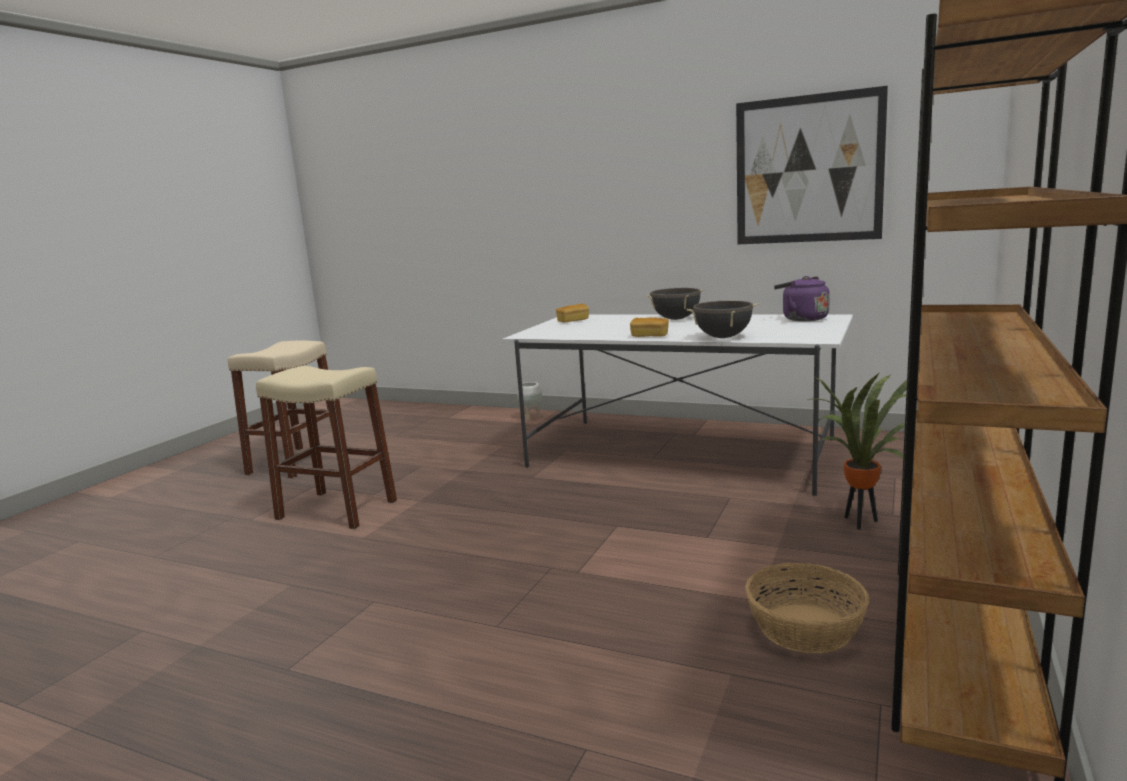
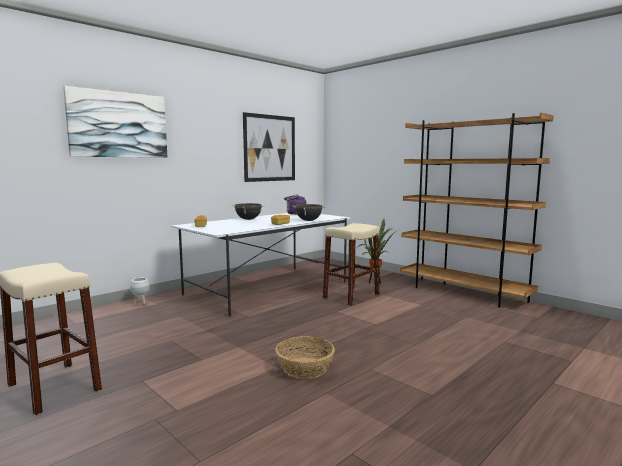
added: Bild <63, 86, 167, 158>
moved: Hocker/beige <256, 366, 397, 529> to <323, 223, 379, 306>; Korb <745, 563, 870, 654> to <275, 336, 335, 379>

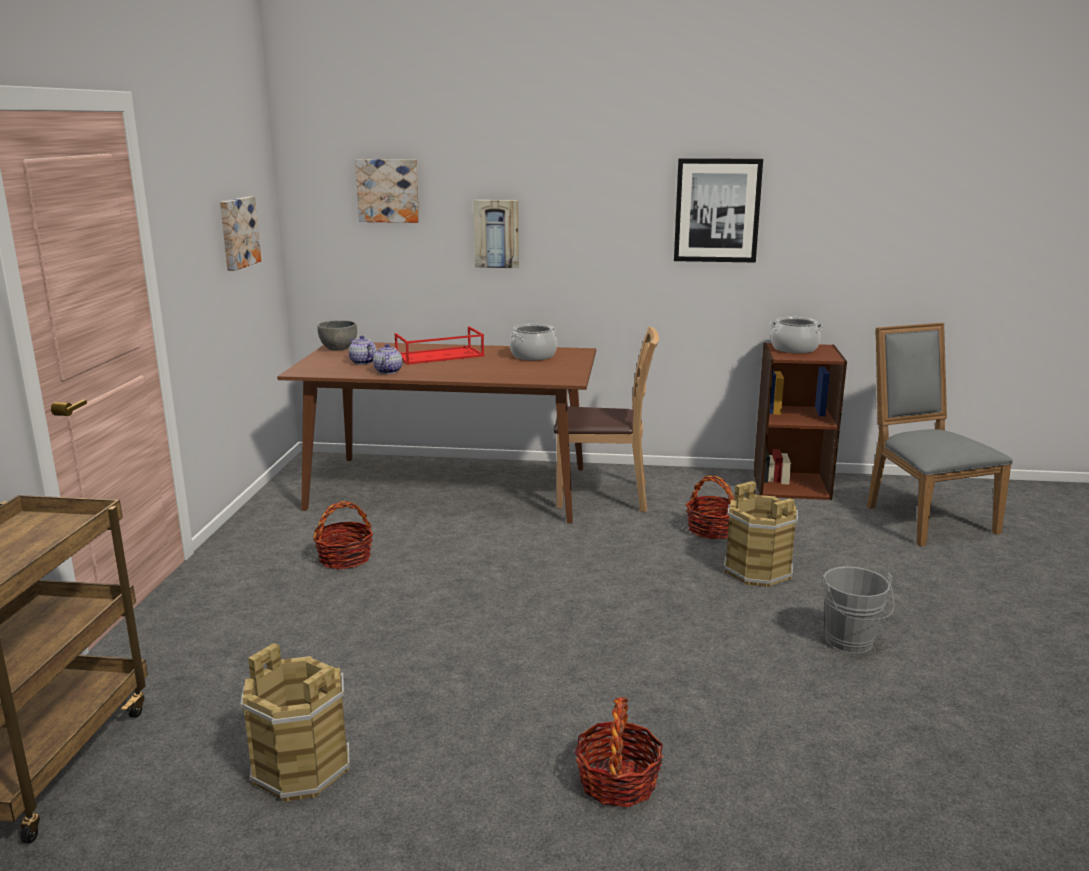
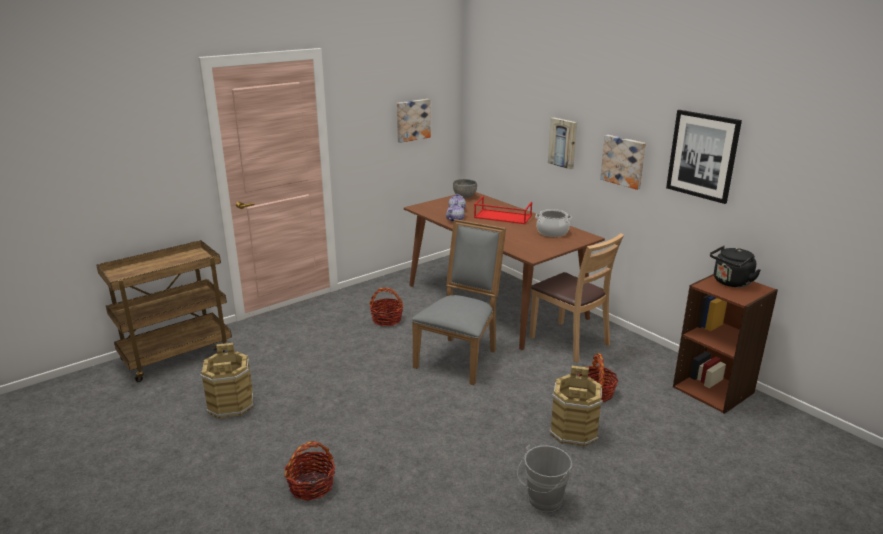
moved: Bild <355, 159, 420, 223> to <600, 135, 646, 190>; Stuhl/grau <867, 323, 1013, 547> to <412, 219, 506, 385>
replaced: Kochtopf <769, 317, 824, 354> to Wasserkessel/schwarz <710, 245, 761, 287>

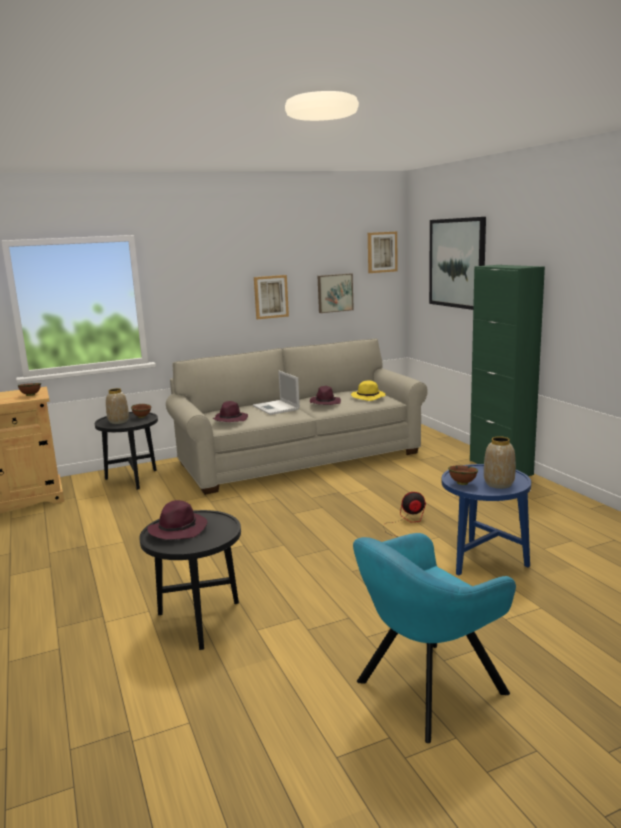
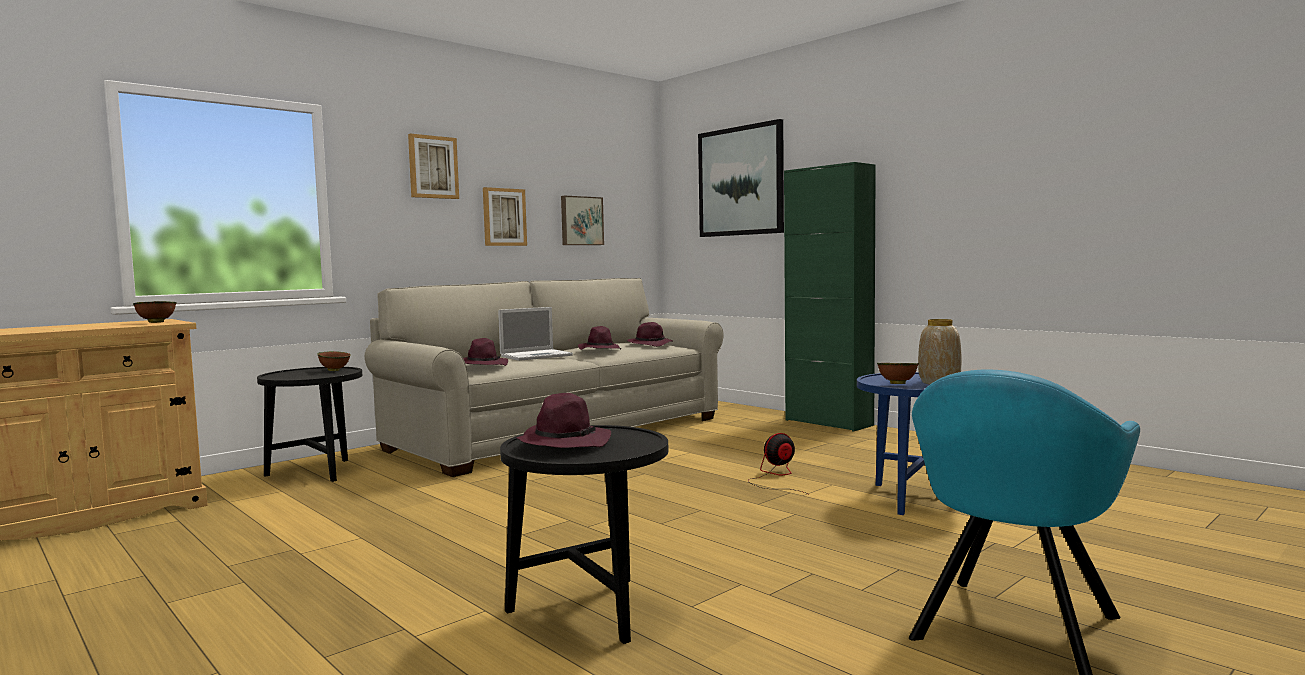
removed: Vase <106, 388, 129, 424>
moved: Bild <368, 232, 398, 273> to <408, 134, 459, 199>
recoloured: Hut/gelb <351, 380, 386, 401> to Hut/lila <627, 322, 673, 347>
turned: Laptop <253, 371, 300, 415> = <498, 307, 573, 361> 75 degrees counterclockwise

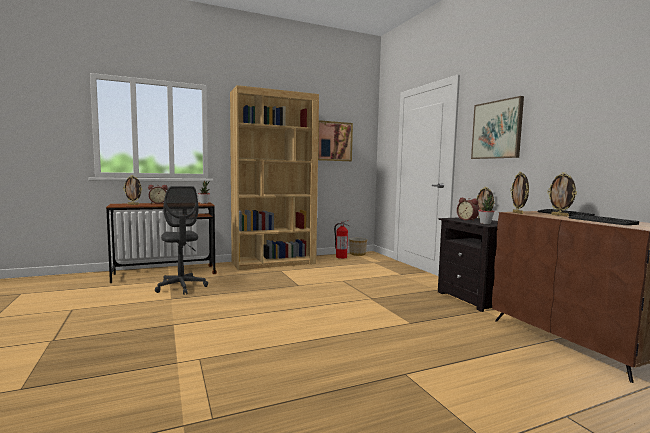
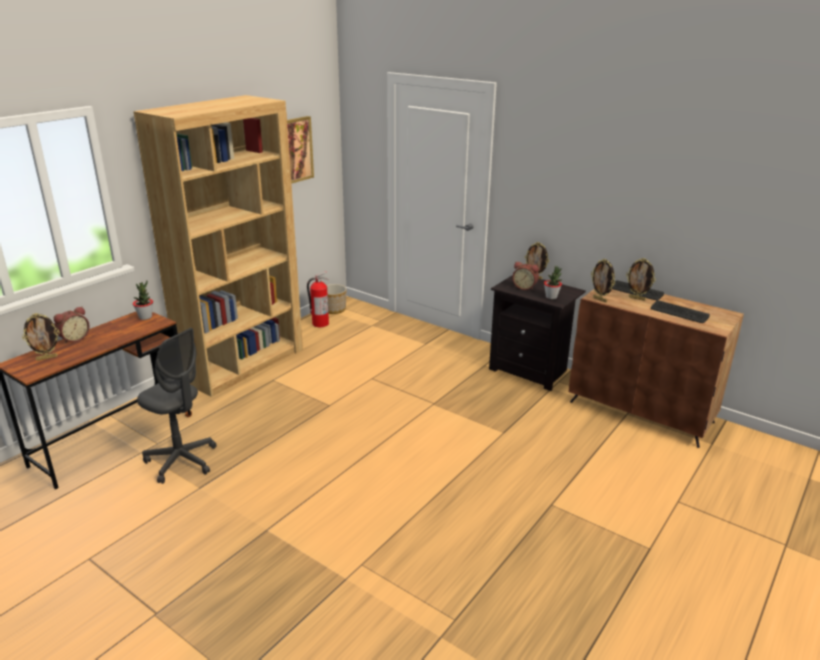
removed: Bild <471, 96, 524, 159>

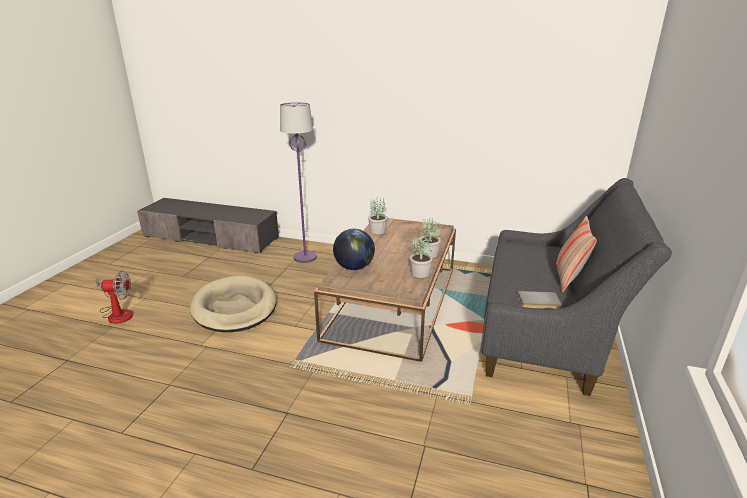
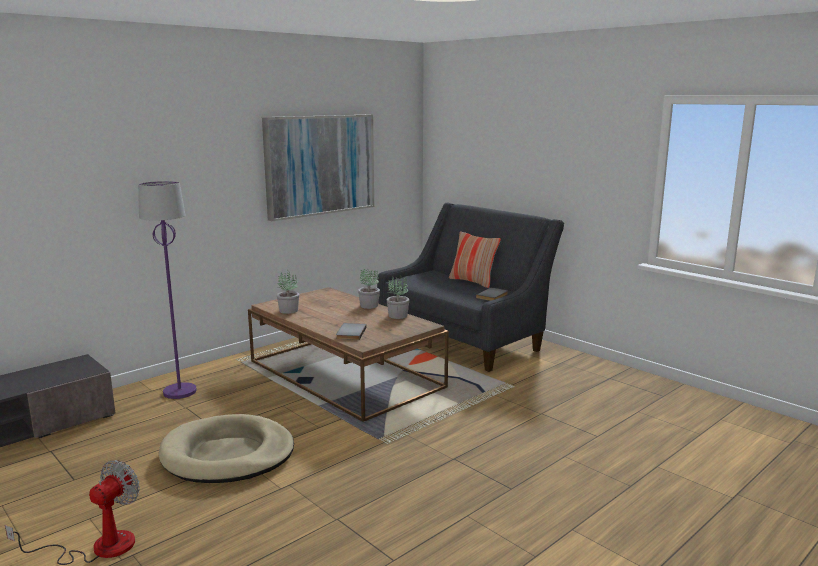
added: Bild <262, 115, 374, 221>
replaced: Globus <333, 229, 375, 270> to Buch/grau <336, 323, 366, 340>

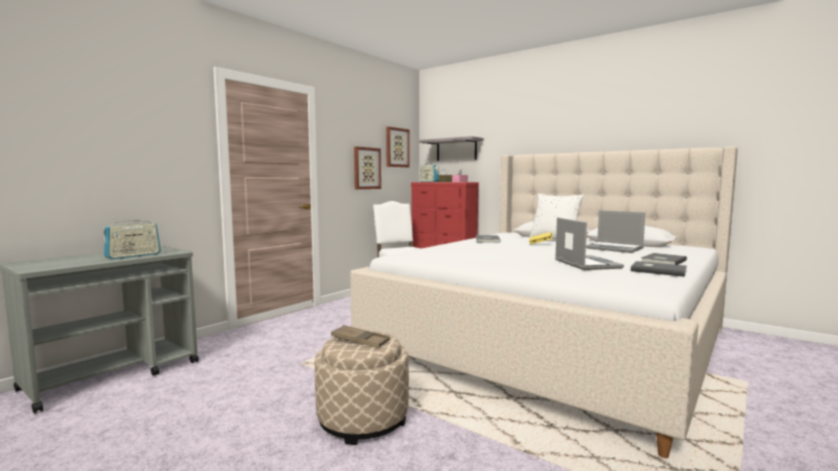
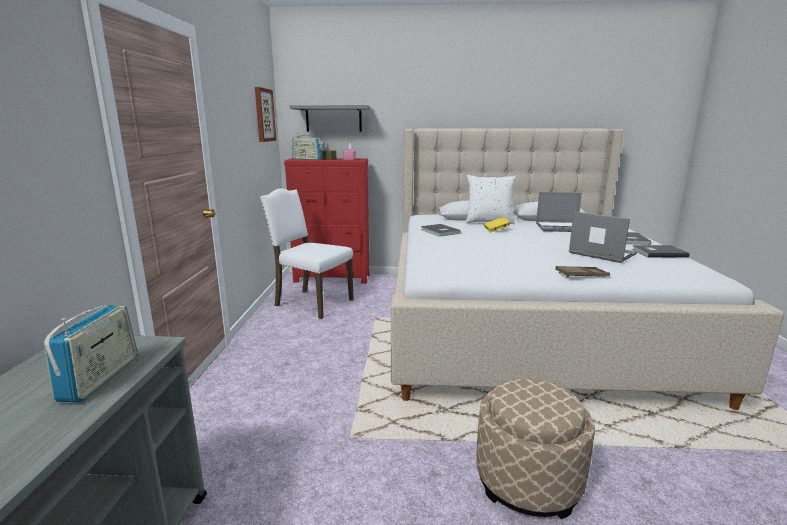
removed: Bild <354, 147, 381, 189>
moved: Tablett/braun <331, 325, 390, 348> to <555, 266, 610, 277>

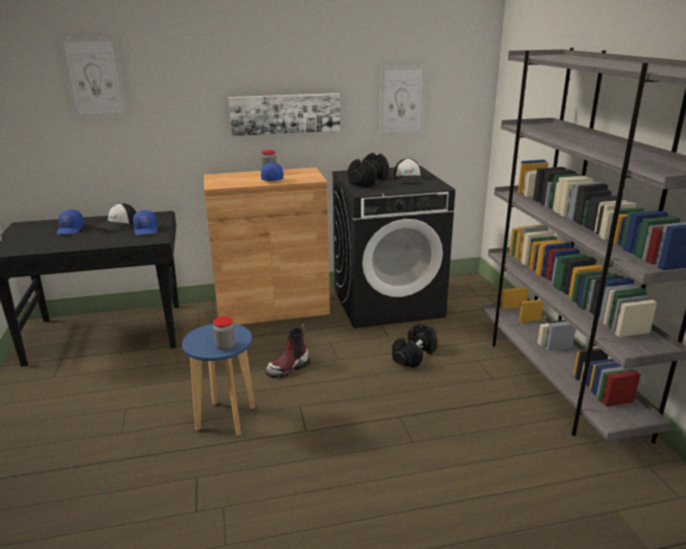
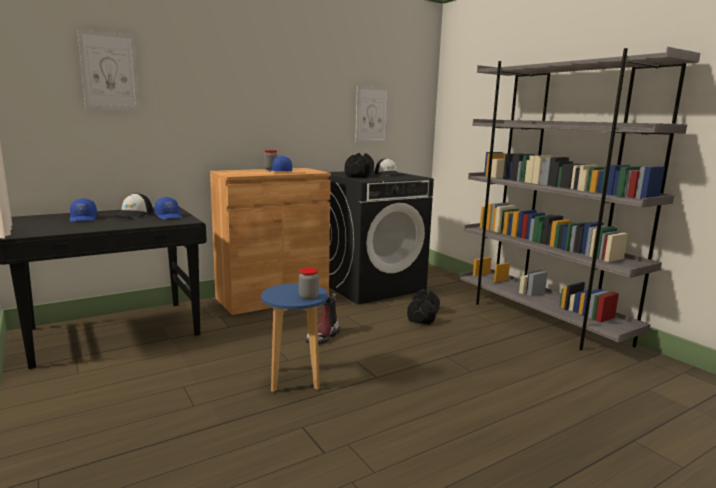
removed: Bild <228, 93, 340, 136>

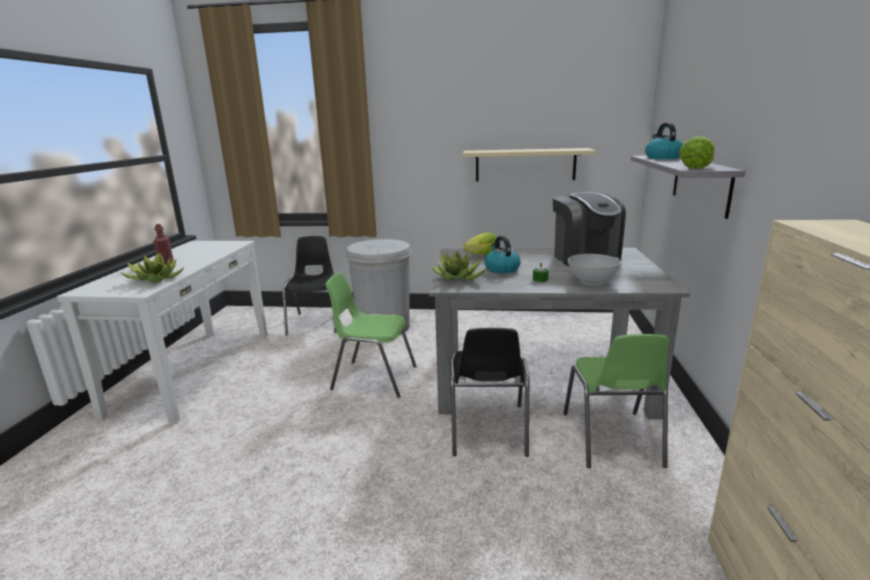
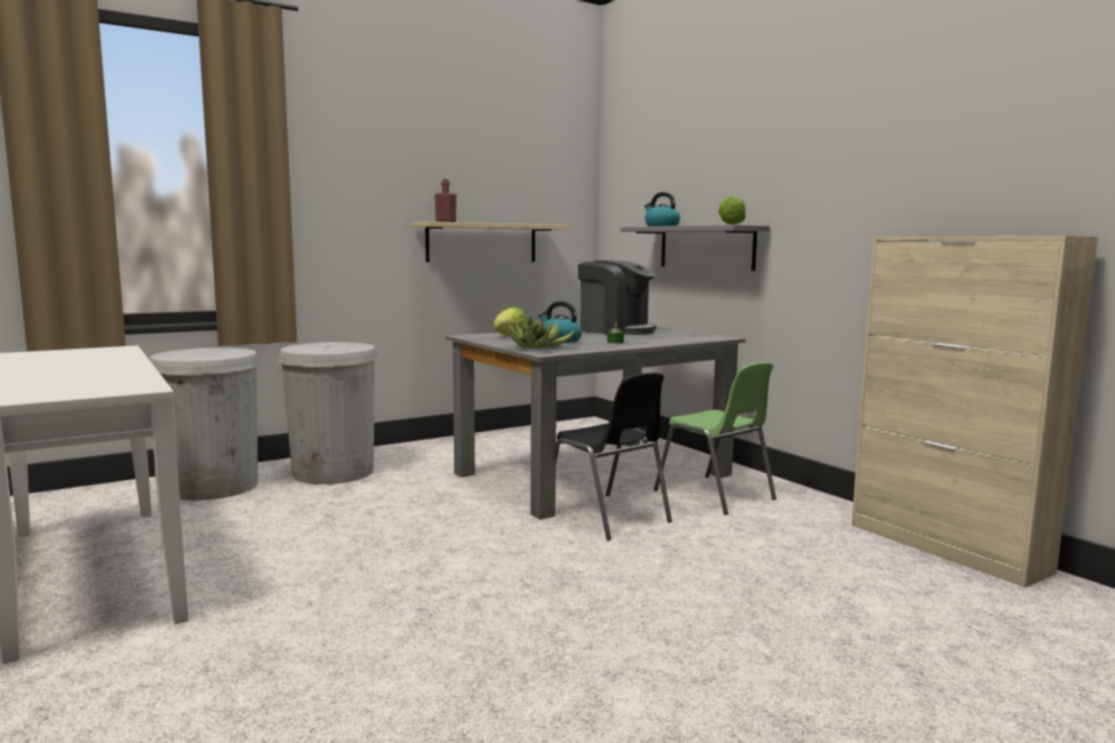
removed: Topfpflanze <120, 253, 184, 283>; Stuhl/grün <325, 273, 417, 398>; Schüssel/weiß <568, 254, 621, 286>
moved: Flasche/rot <153, 224, 173, 265> to <435, 179, 456, 222>
replaced: Stuhl/schwarz <283, 236, 337, 335> to Mülleimer/weiß <149, 348, 261, 501>

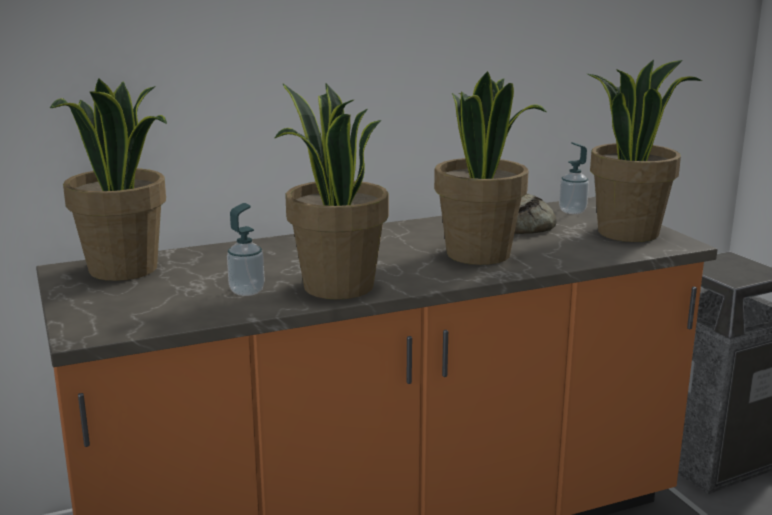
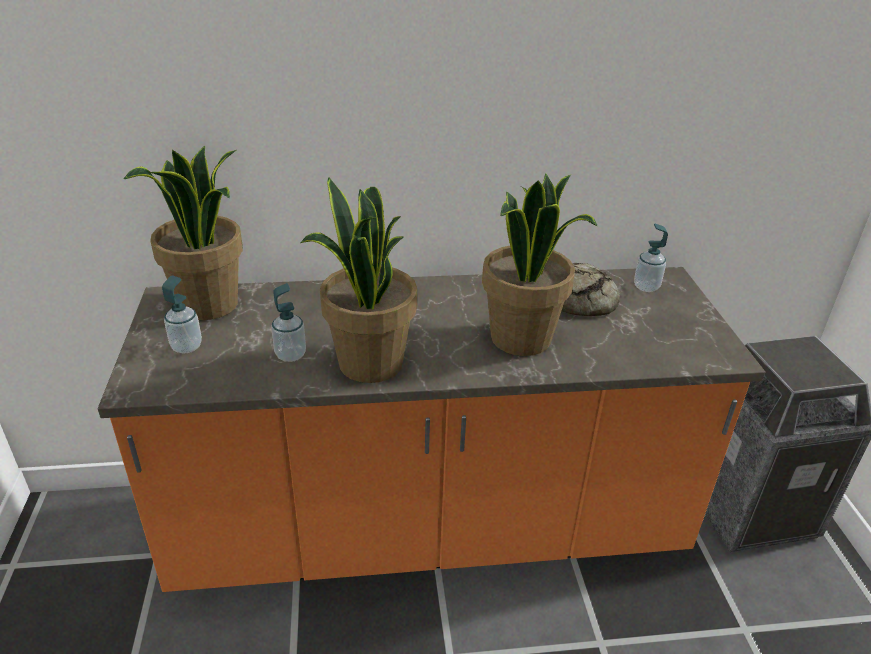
removed: Topfpflanze <587, 59, 703, 242>
added: Seifenspender <162, 275, 202, 353>

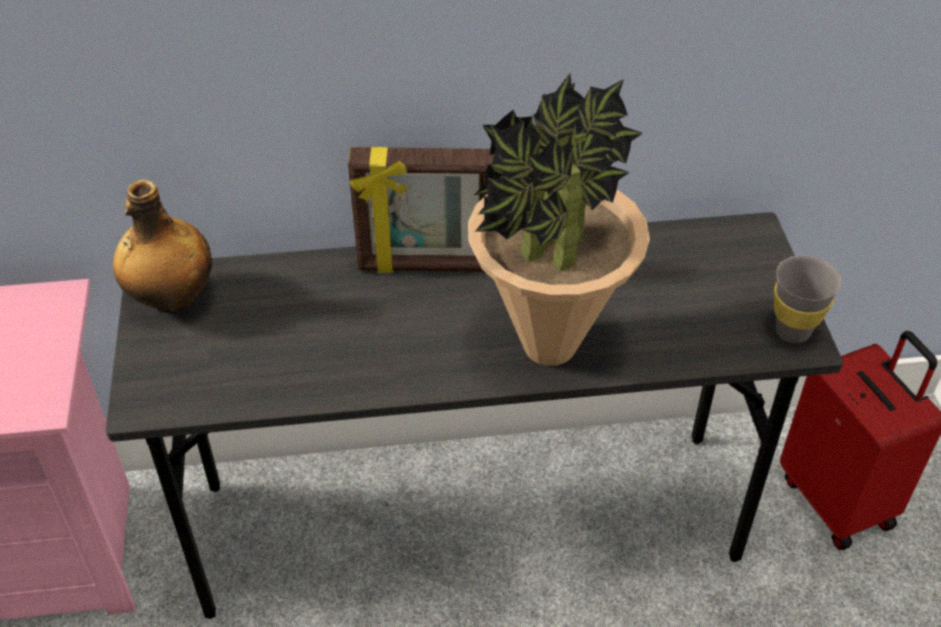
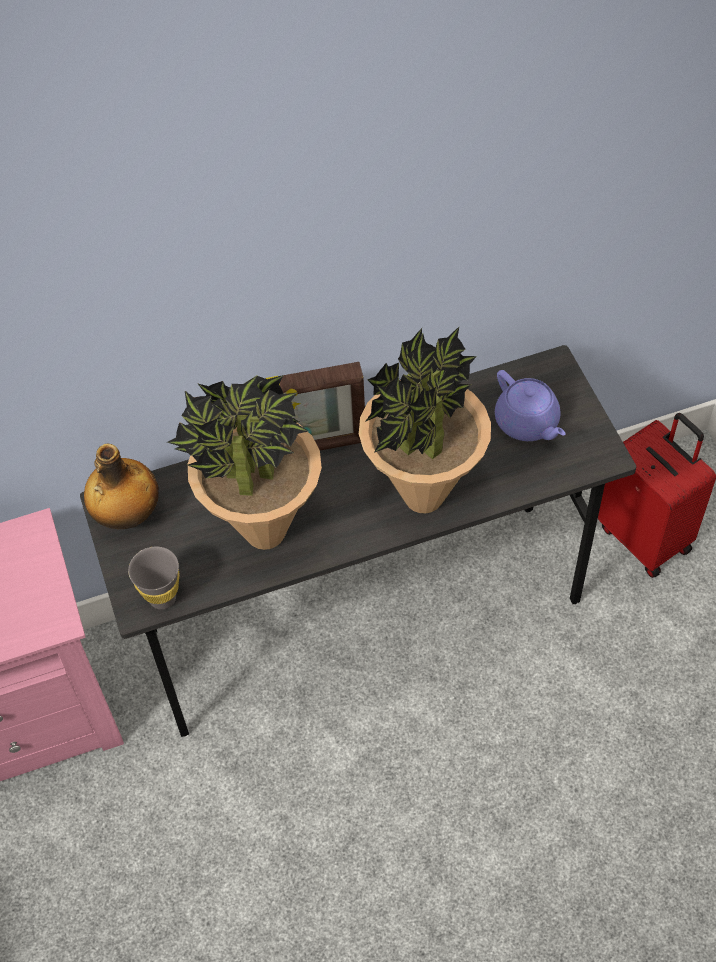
added: Topfpflanze <167, 375, 322, 550>; Teekanne/lila <495, 370, 566, 441>
moved: Tasse/grau <774, 255, 842, 343> to <128, 547, 179, 610>

